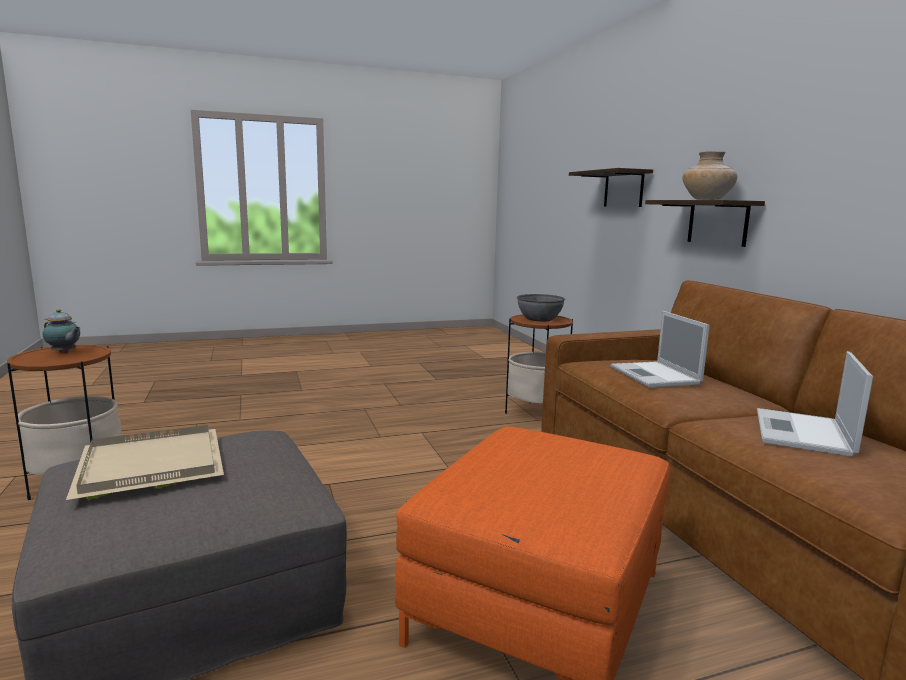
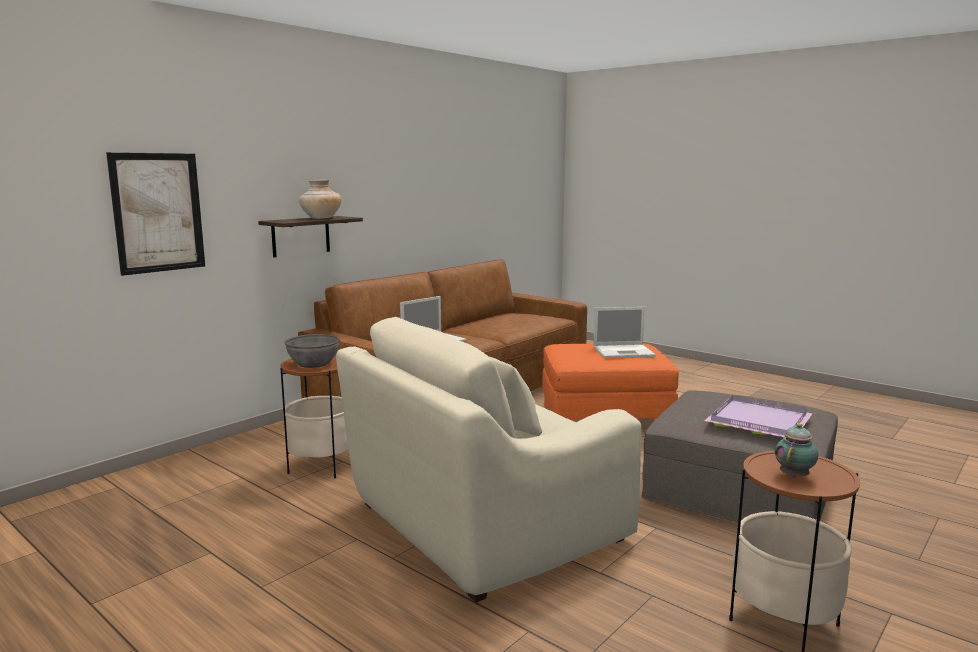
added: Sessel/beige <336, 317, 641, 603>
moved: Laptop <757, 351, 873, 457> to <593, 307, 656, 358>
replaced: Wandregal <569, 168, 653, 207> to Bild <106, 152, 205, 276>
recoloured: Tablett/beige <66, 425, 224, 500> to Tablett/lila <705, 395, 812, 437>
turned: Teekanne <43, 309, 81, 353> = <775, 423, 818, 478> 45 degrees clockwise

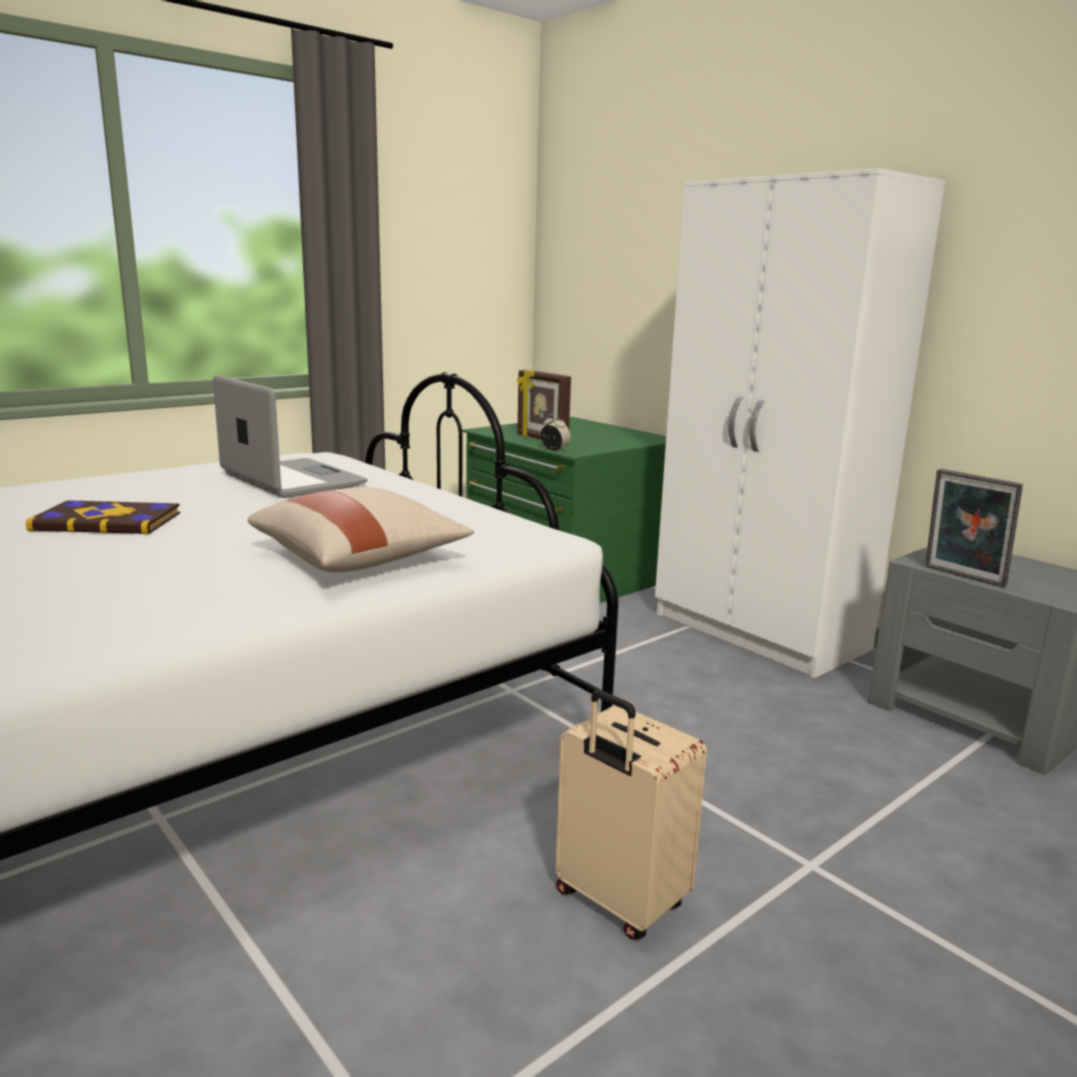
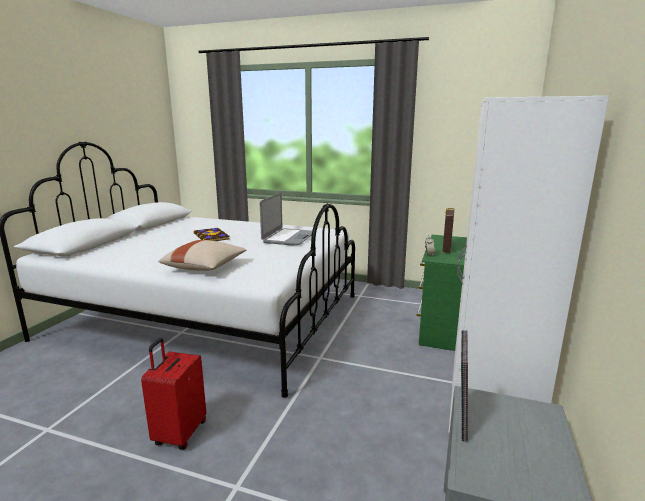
recoloured: Koffer/beige <555, 690, 707, 939> to Koffer/rot <141, 338, 206, 450>

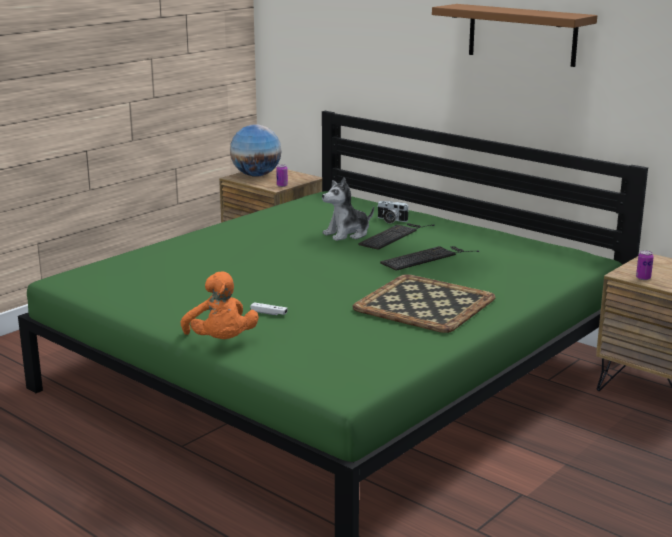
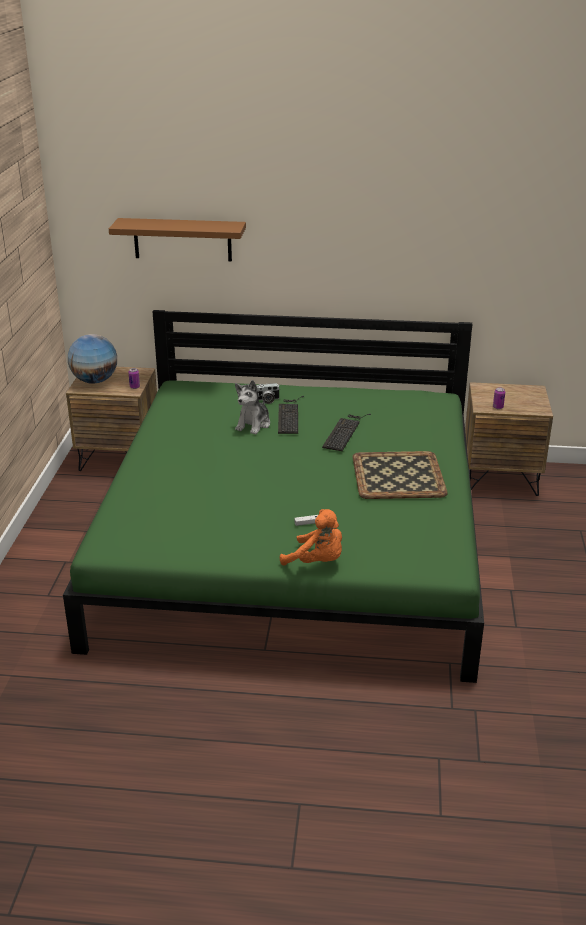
moved: Wandregal/braun <432, 4, 597, 67> to <109, 218, 246, 262>

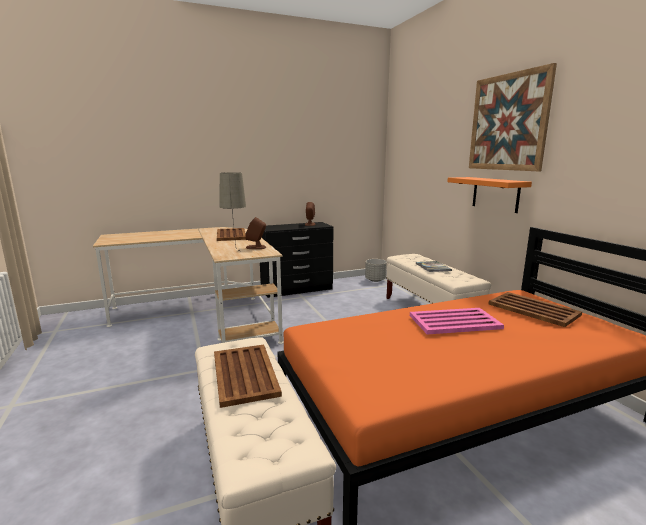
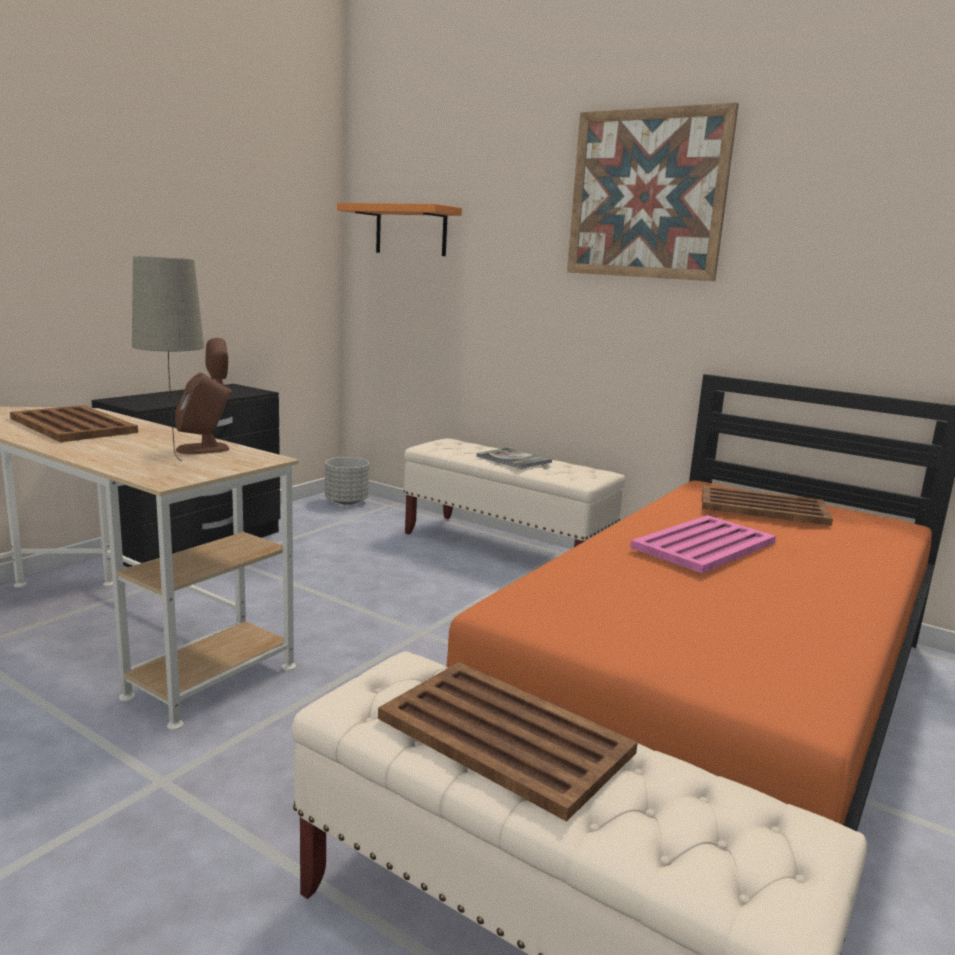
moved: Wandregal/orange <447, 177, 532, 213> to <337, 203, 462, 256>

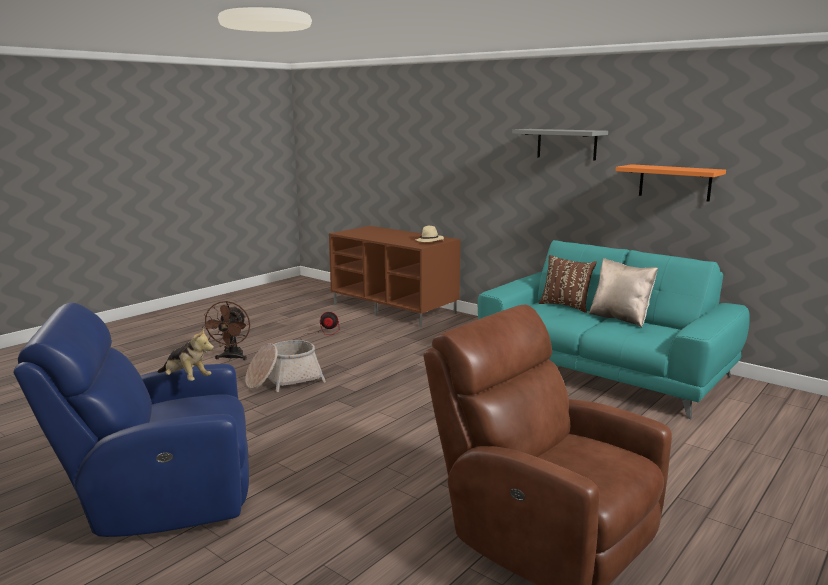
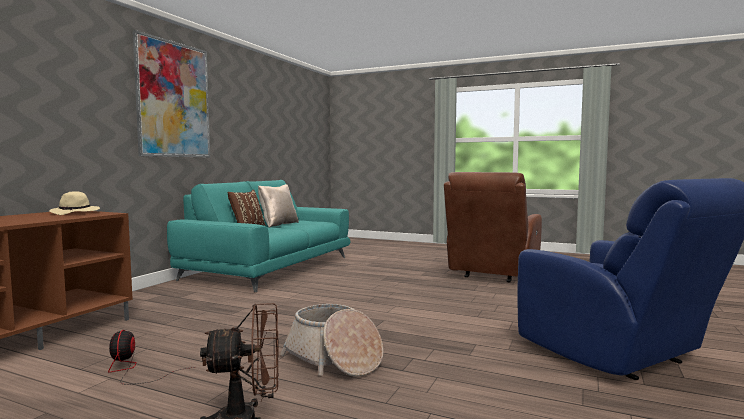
removed: Plüschtier <157, 328, 214, 381>; Wandregal/orange <615, 164, 726, 202>
replaced: Wandregal/grau <512, 129, 608, 161> to Bild <133, 30, 210, 157>

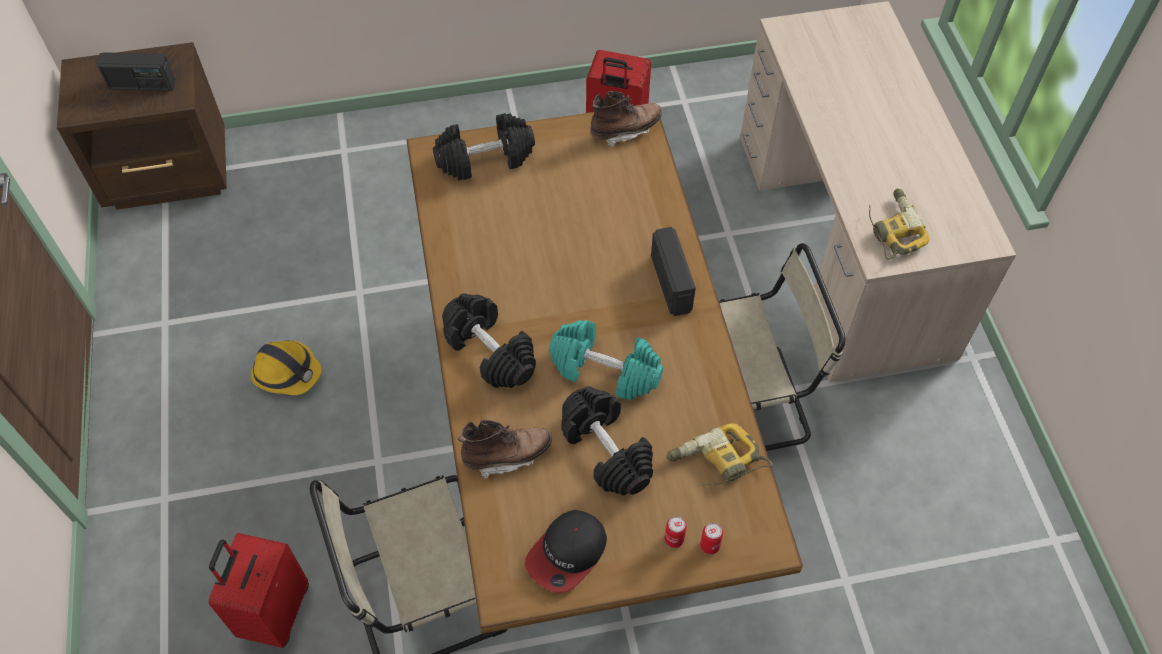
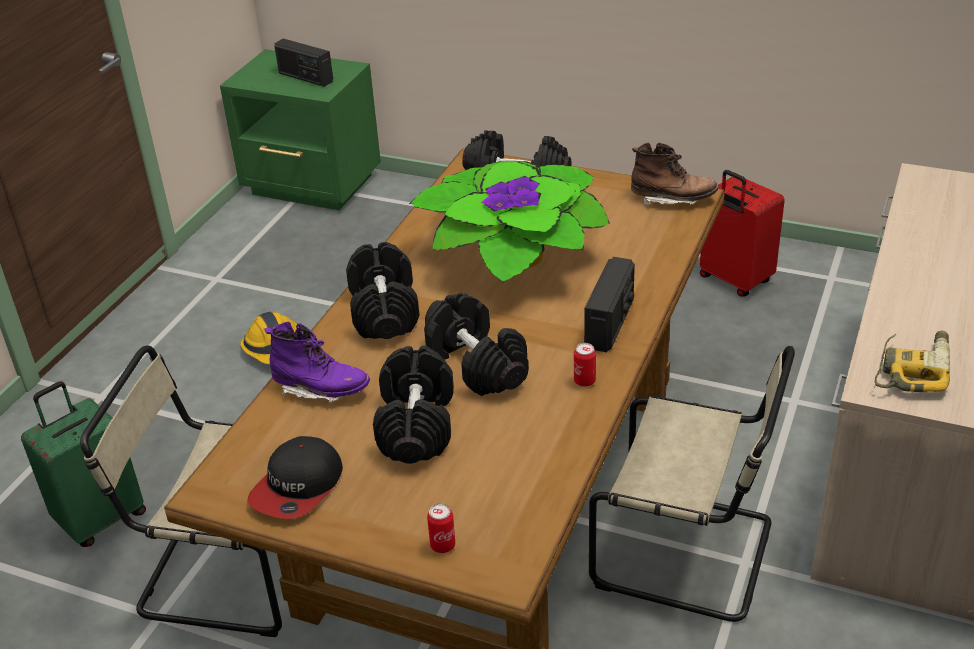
removed: Bohrmaschine <666, 423, 773, 486>
added: Topfpflanze <409, 161, 610, 284>
moved: Dose <664, 516, 687, 548> to <574, 343, 596, 387>
recoloured: Nachttisch/braun <57, 42, 227, 210> to Nachttisch/grün <220, 49, 381, 210>; Koffer/rot <208, 533, 309, 648> to Koffer/grün <21, 381, 146, 547>; Stiefel/braun <458, 419, 552, 479> to Stiefel/lila <264, 321, 370, 402>; Hantel/türkis <549, 320, 663, 400> to Hantel/schwarz <424, 293, 529, 396>
turned: Kappe <525, 510, 607, 593> = <247, 436, 343, 519> 45 degrees counterclockwise

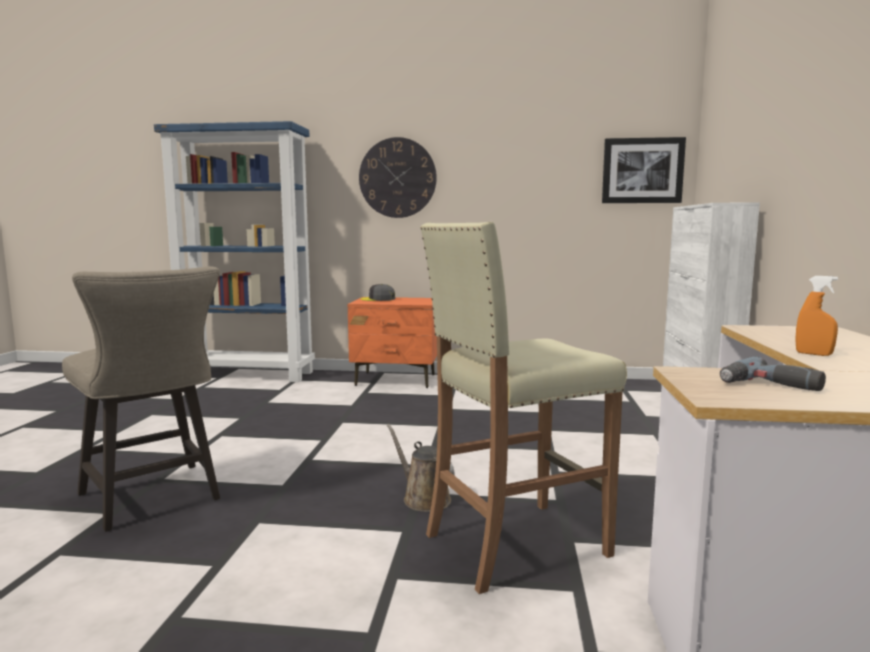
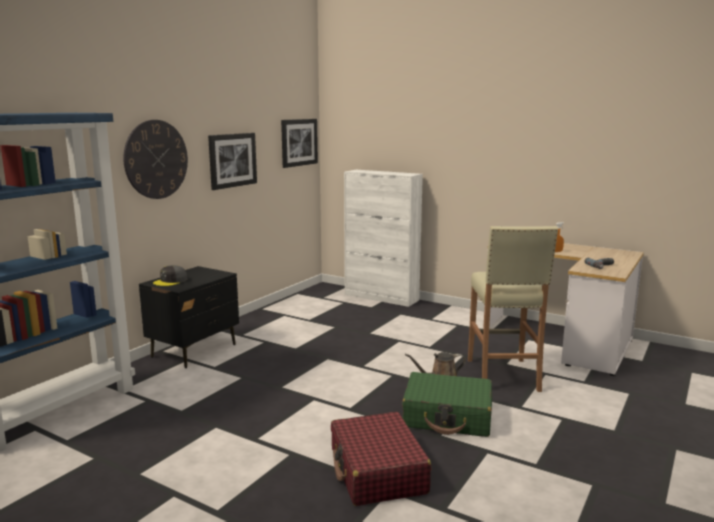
added: Bild <208, 133, 257, 190>; Koffer/grün <402, 372, 492, 437>
replaced: Hocker/beige <62, 266, 220, 532> to Koffer/rot <331, 412, 431, 506>
recoloured: Nachttisch/orange <348, 297, 437, 388> to Nachttisch/schwarz <139, 266, 239, 368>

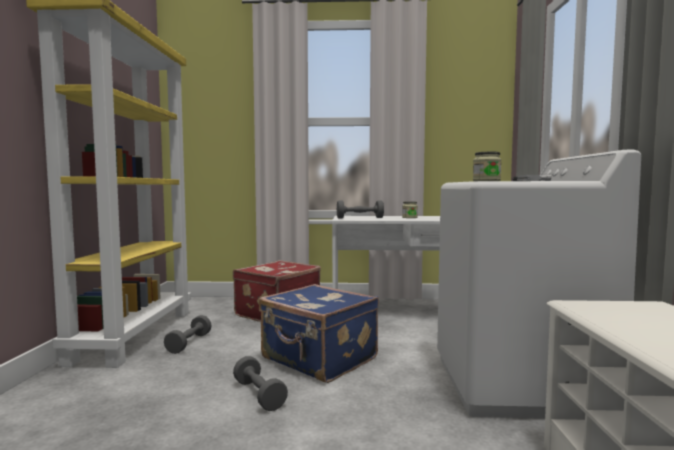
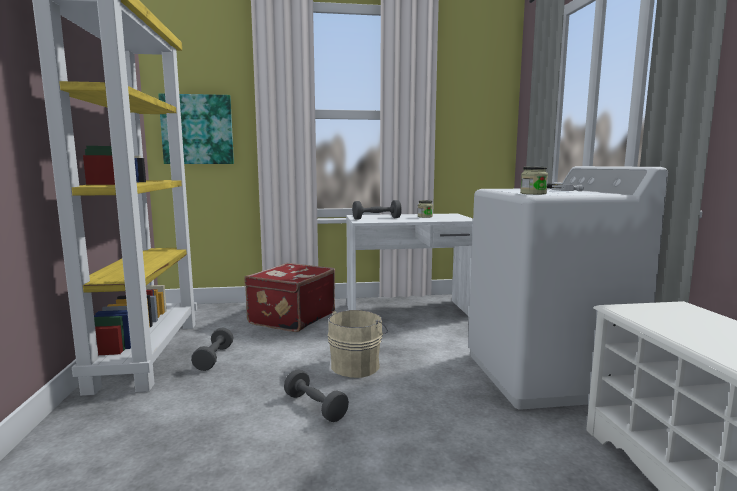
added: Bild <158, 94, 234, 164>
replaced: Koffer/blau <259, 284, 379, 383> to Eimer/beige <328, 310, 388, 378>

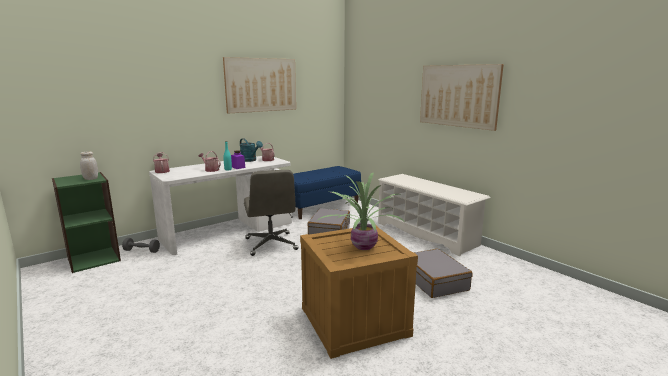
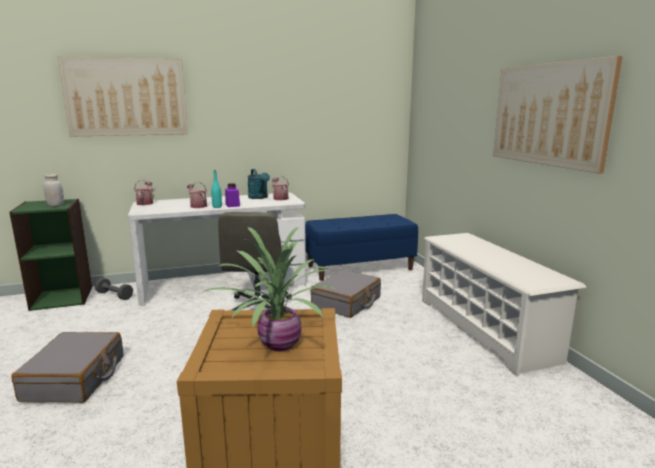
moved: Bild <223, 57, 296, 114> to <58, 56, 188, 137>; Koffer/grau <414, 249, 473, 298> to <11, 332, 123, 403>

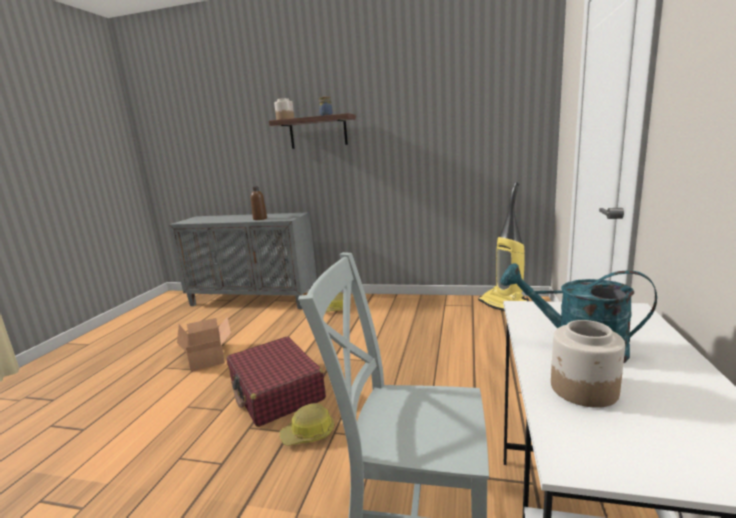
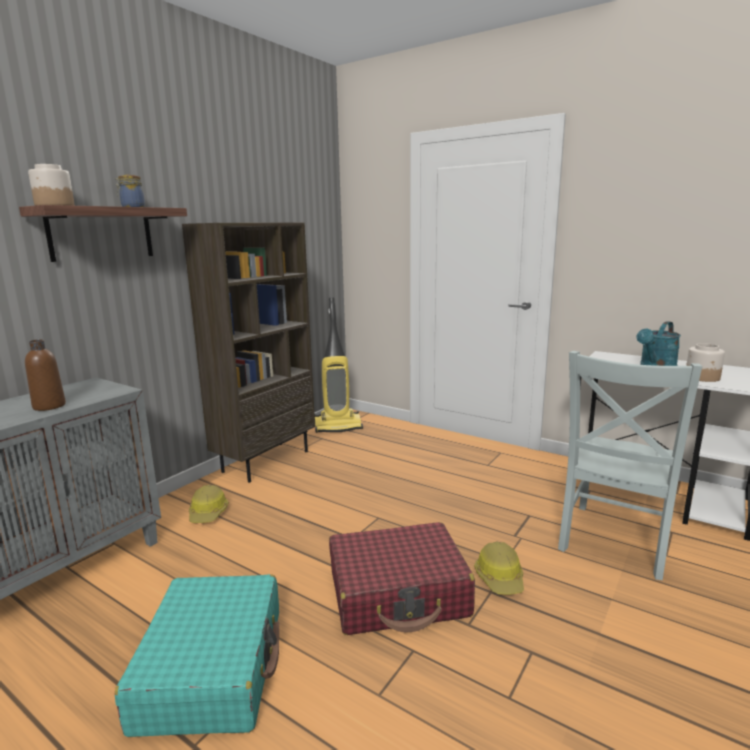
added: Bücherregal/braun <182, 222, 315, 483>
replaced: Karton <177, 316, 231, 371> to Koffer/türkis <115, 574, 279, 737>

